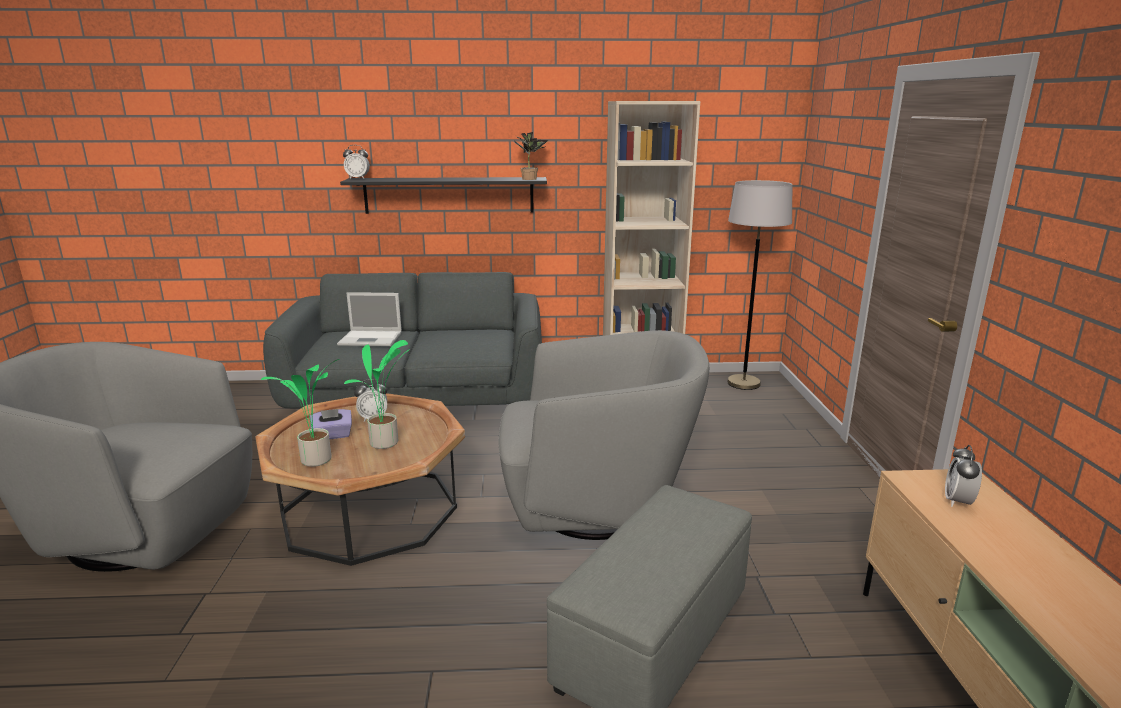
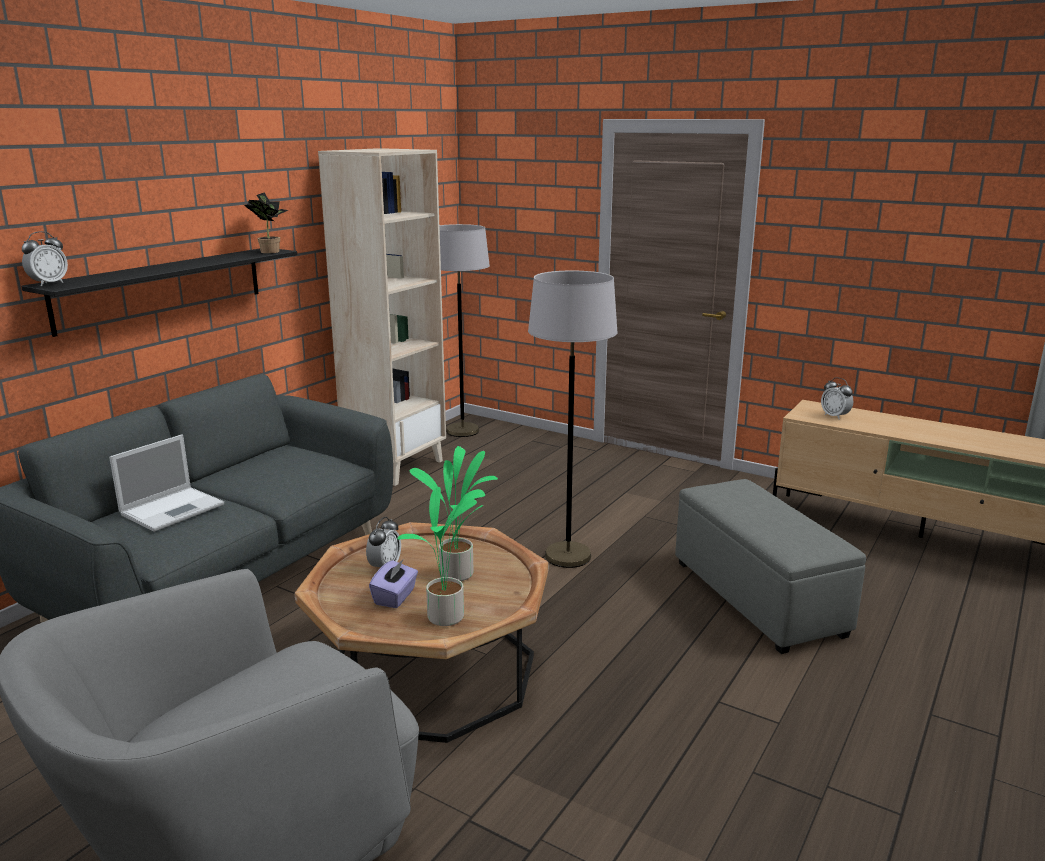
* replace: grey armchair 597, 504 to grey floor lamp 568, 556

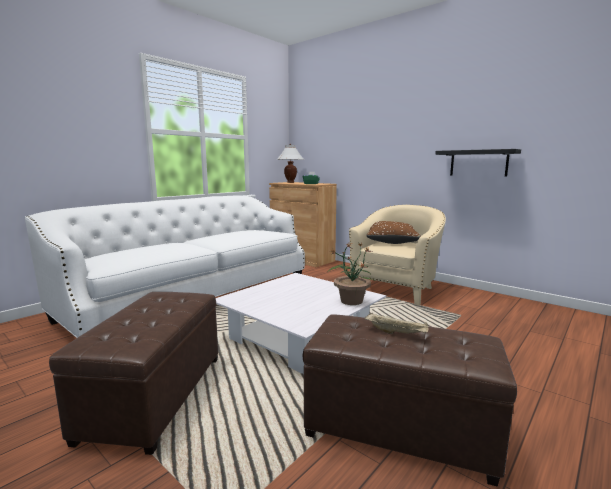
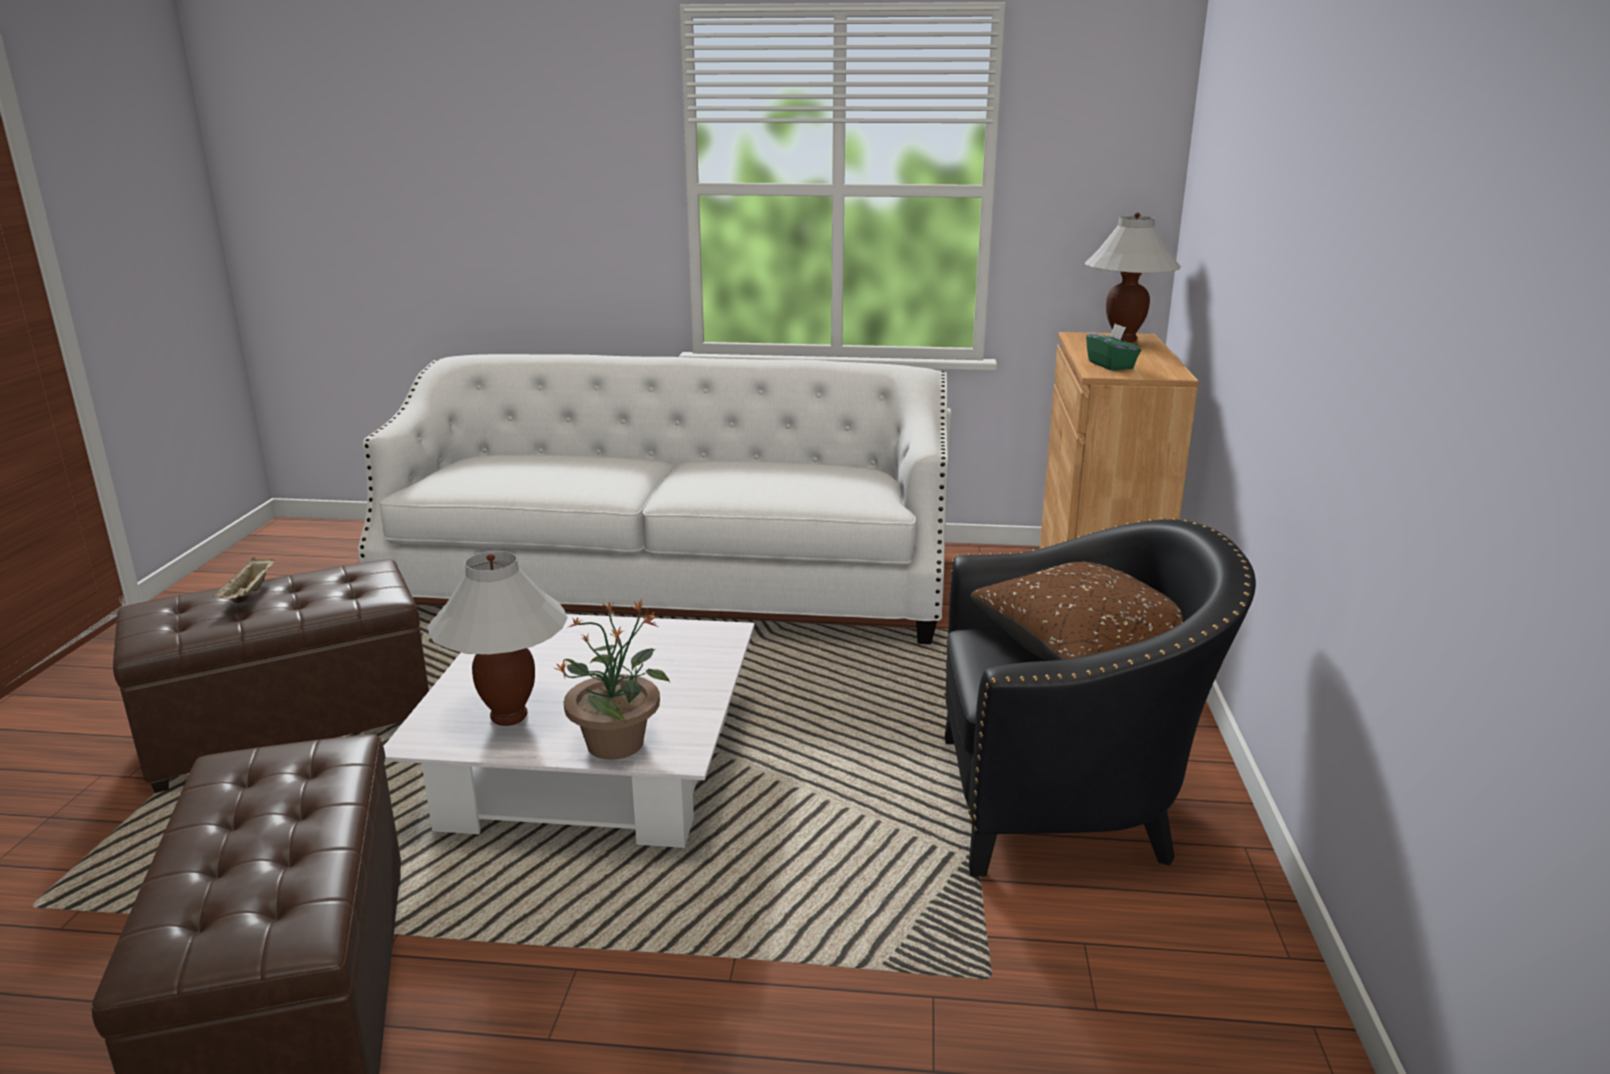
* delete: black shelf 478, 163
* recolor: beige armchair 397, 289 to black armchair 1067, 803
* move: beige tray 397, 333 to 249, 593
* insert: white table lamp 509, 717

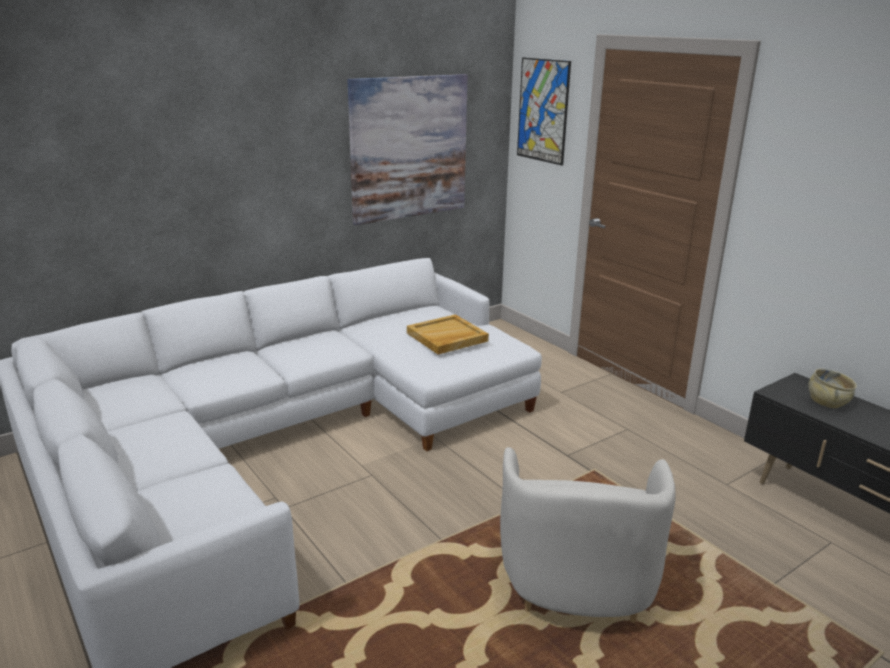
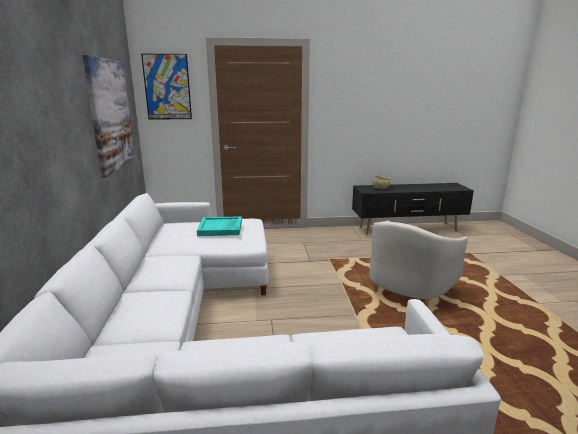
* recolor: beige tray 446, 337 to turquoise tray 221, 228
* rotate: white armchair 577, 583 = 408, 290 90 degrees clockwise

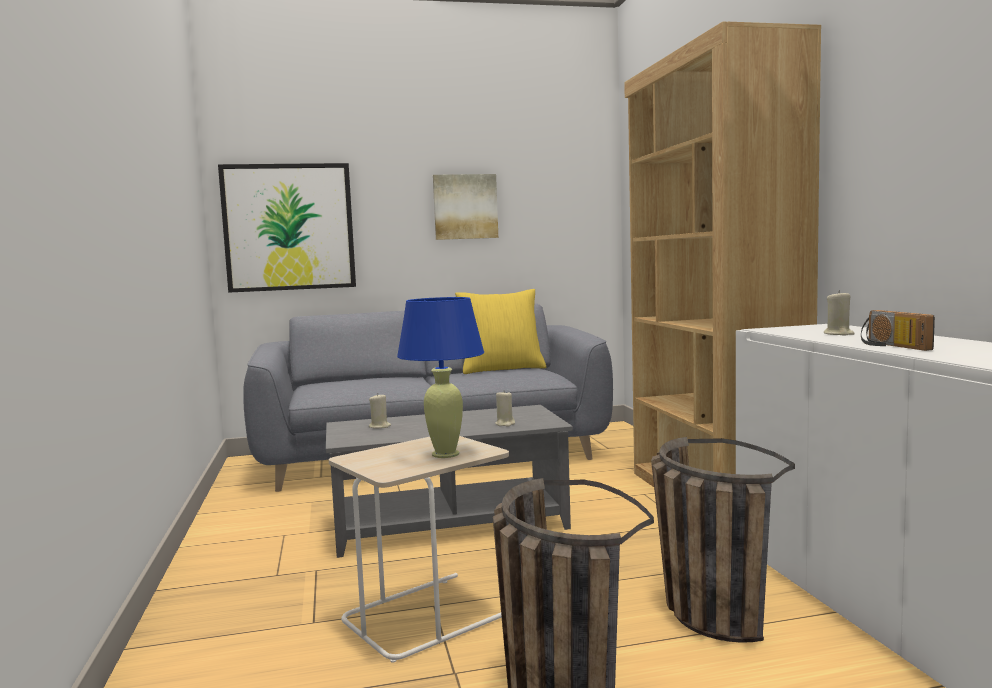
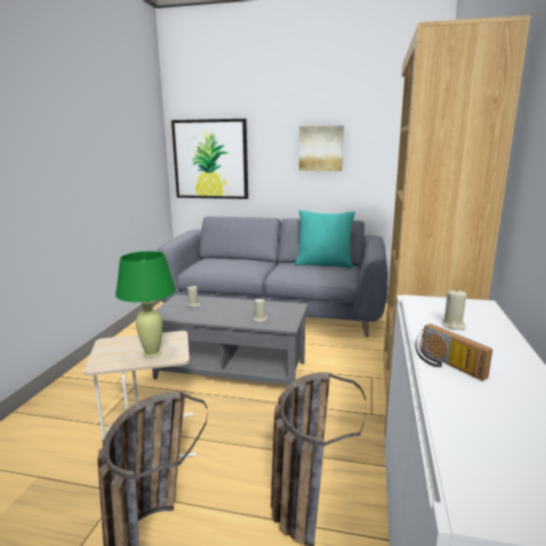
* recolor: yellow pillow 502, 369 to turquoise pillow 324, 264
* recolor: blue table lamp 445, 454 to green table lamp 152, 353
* rotate: radio 891, 346 = 446, 365 45 degrees counterclockwise

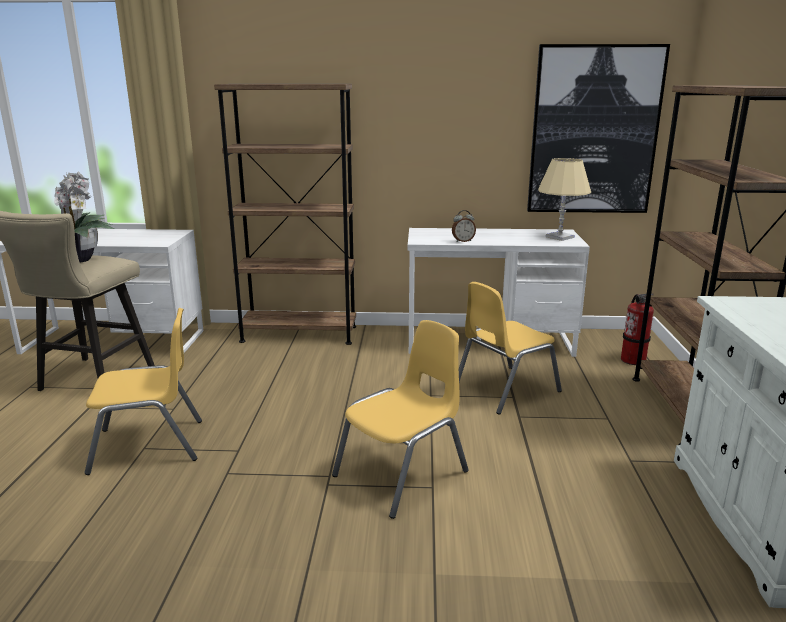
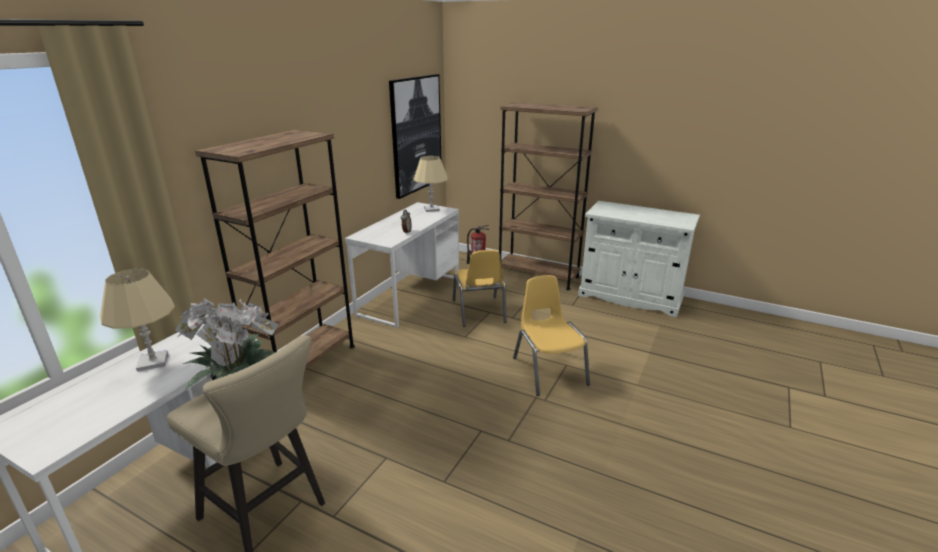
* delete: yellow chair 148, 446
* insert: beige table lamp 153, 362

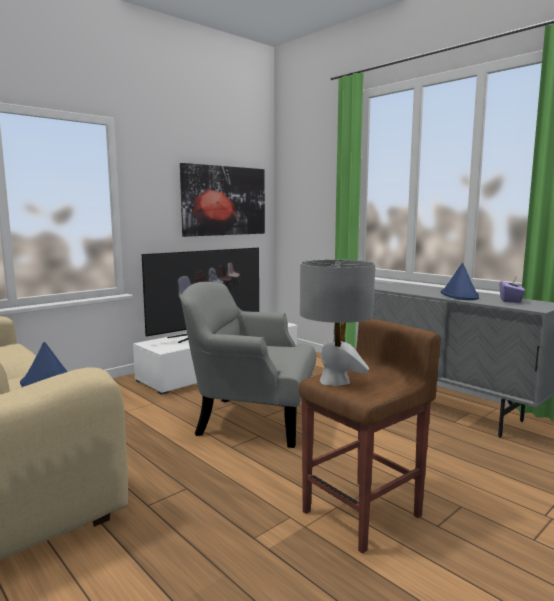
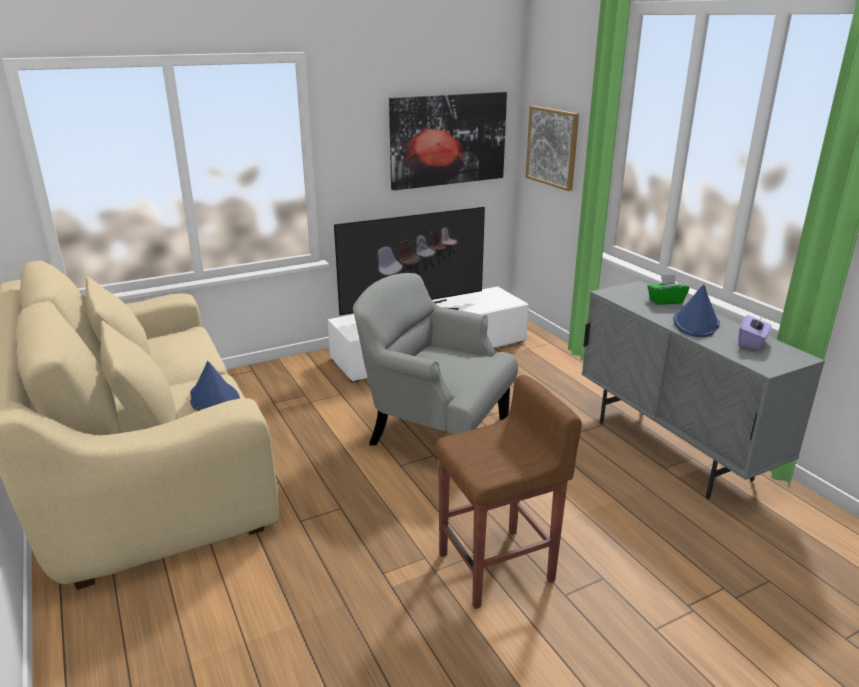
* delete: grey table lamp 334, 381
* insert: picture 552, 147
* insert: green tissue box 665, 301

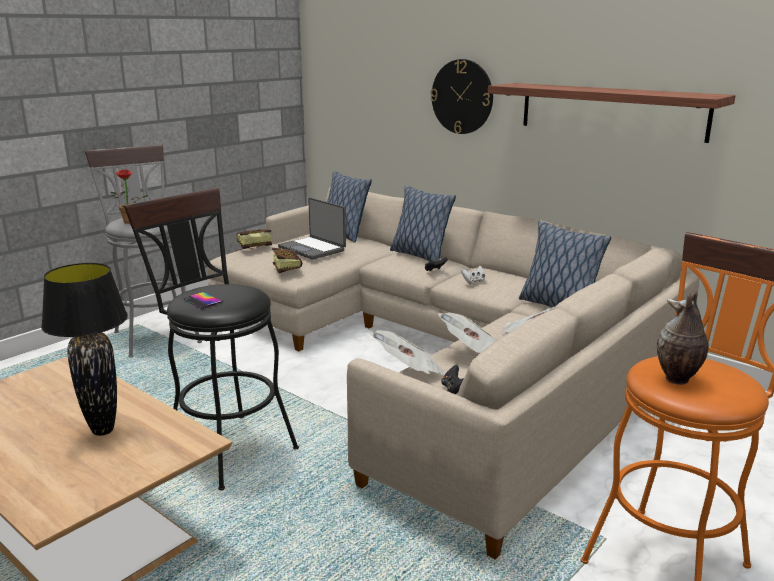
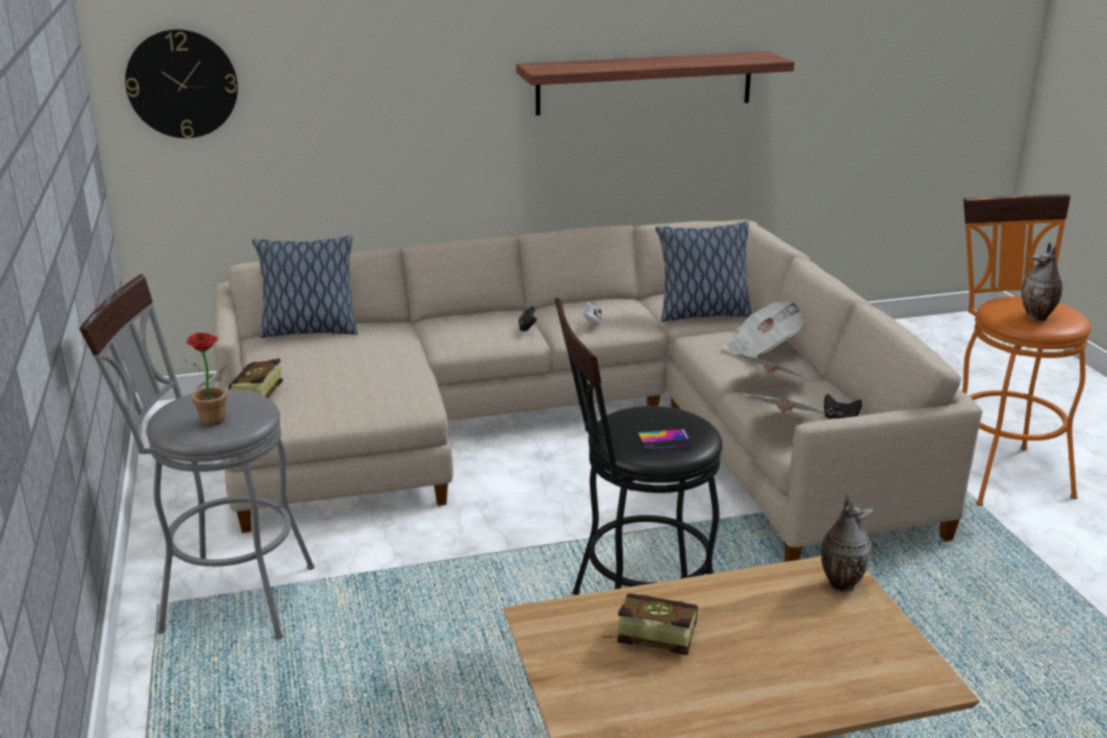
* move: wall clock 462, 97 to 182, 84
* delete: pillow 419, 255
* delete: laptop 313, 249
* move: book 286, 269 to 647, 637
* delete: black table lamp 103, 430
* insert: vase 840, 583

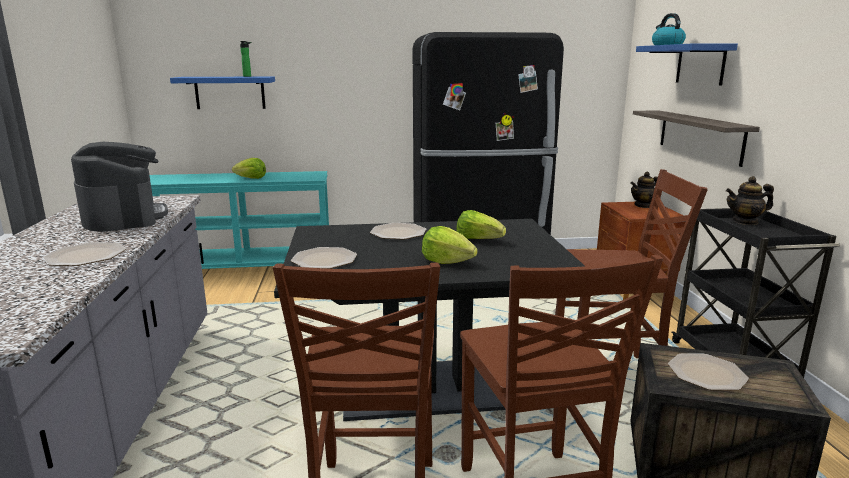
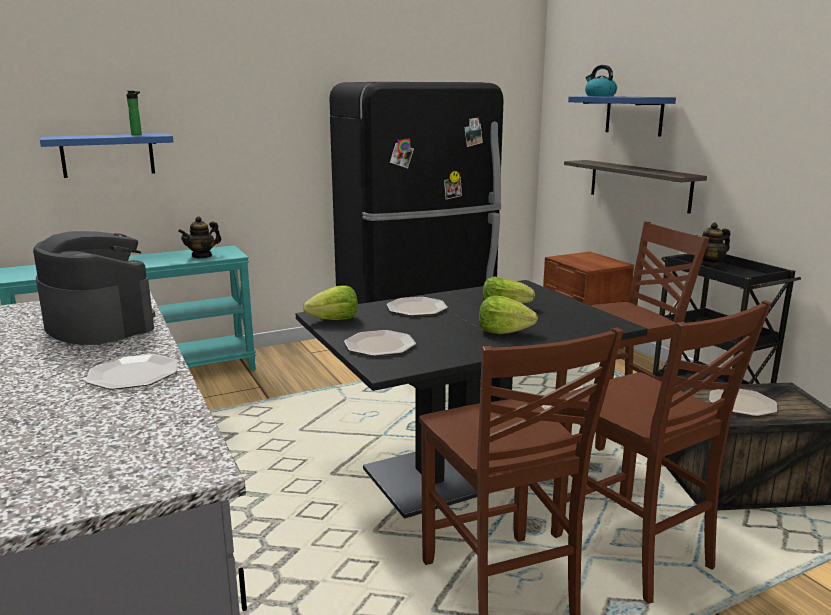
* move: lettuce 251, 178 to 334, 320
* move: teapot 643, 205 to 202, 256

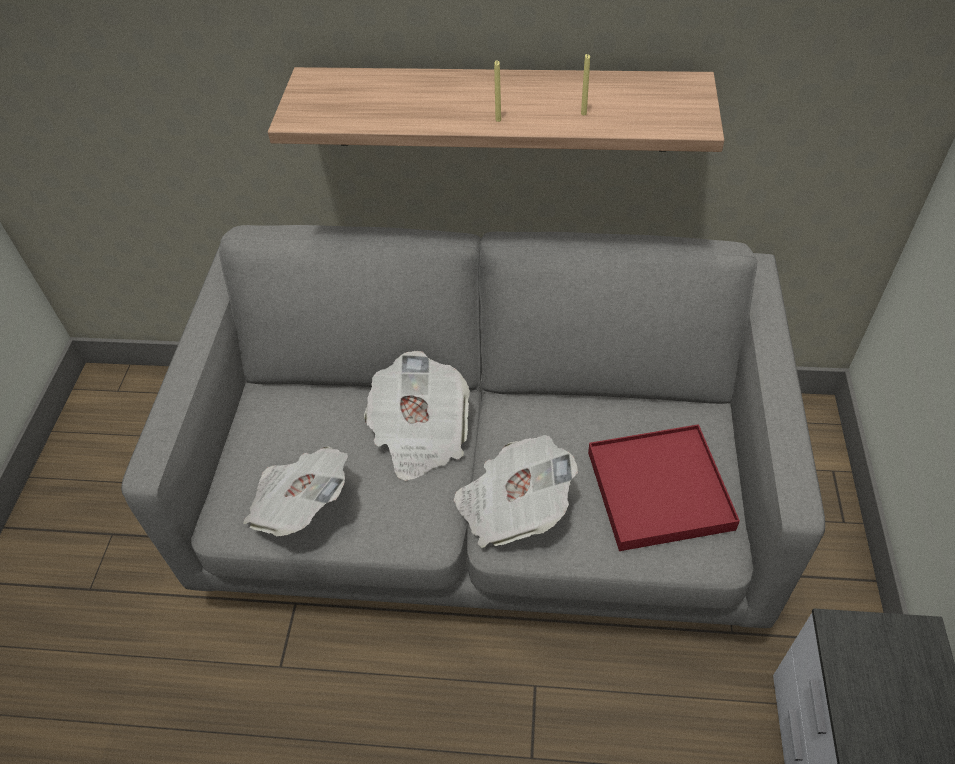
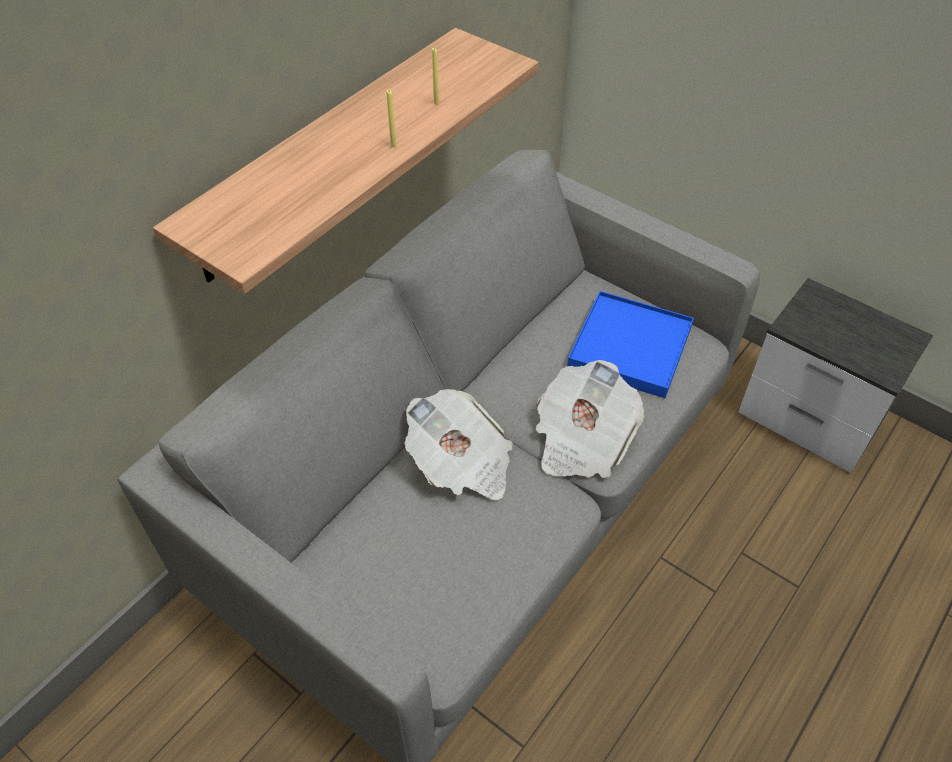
* recolor: red tray 659, 490 to blue tray 630, 348
* delete: newspaper 300, 504

